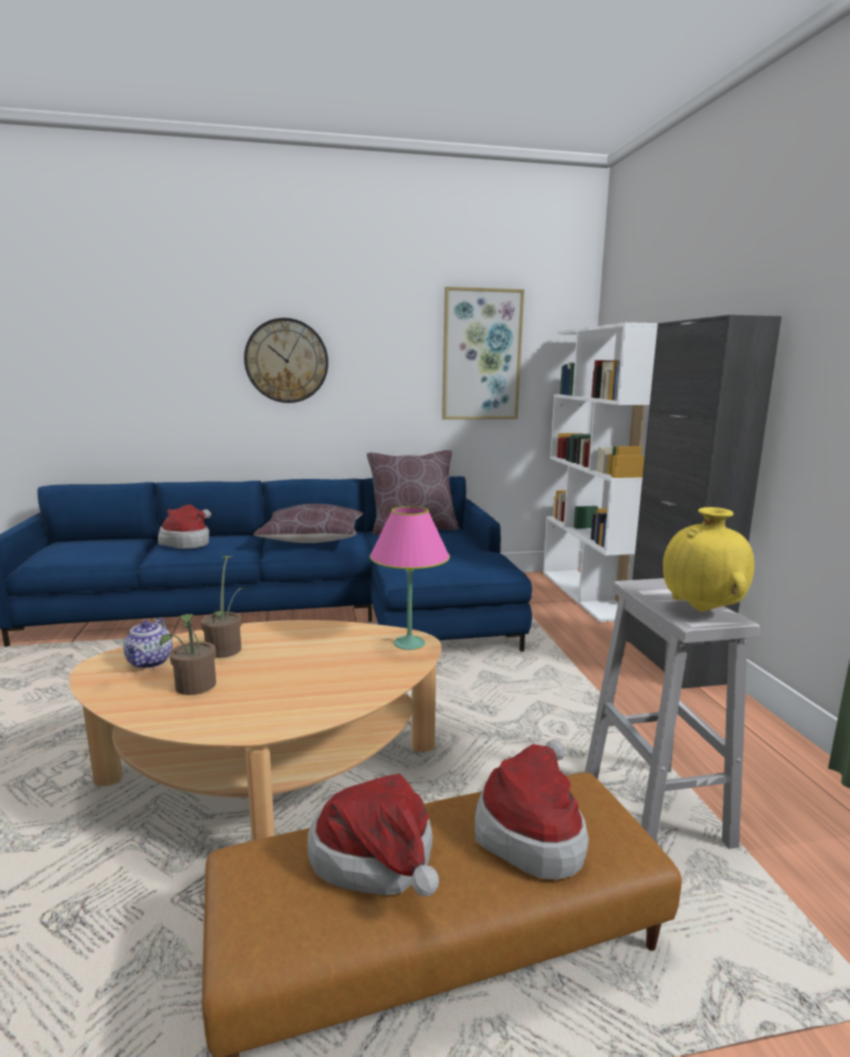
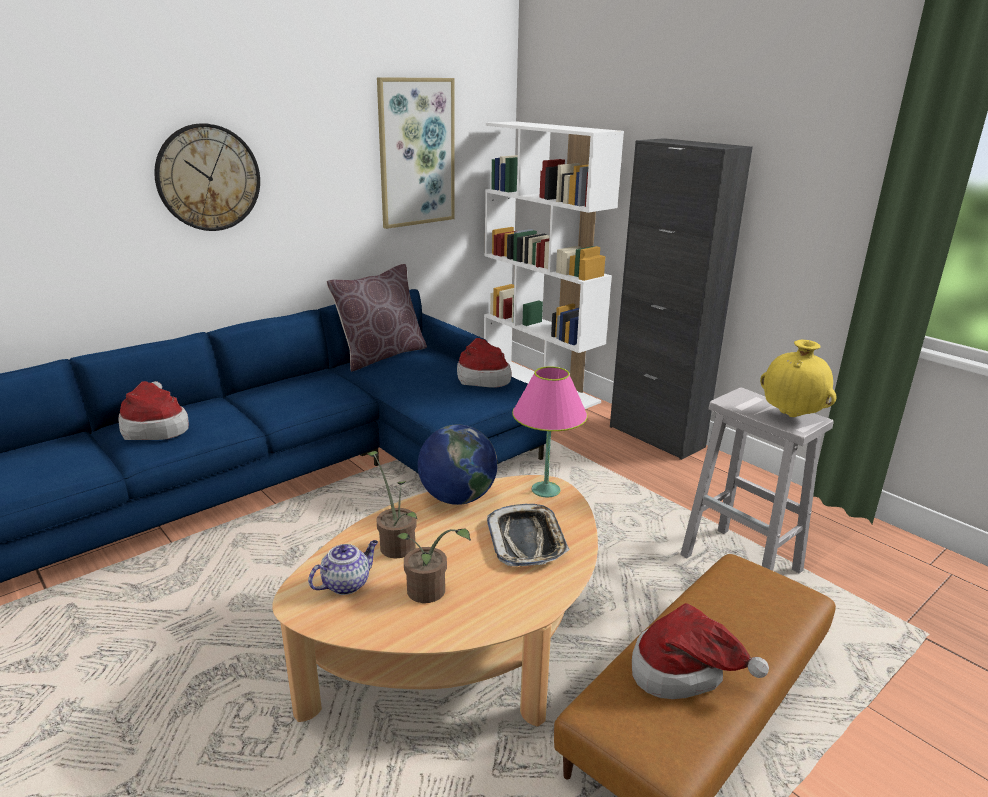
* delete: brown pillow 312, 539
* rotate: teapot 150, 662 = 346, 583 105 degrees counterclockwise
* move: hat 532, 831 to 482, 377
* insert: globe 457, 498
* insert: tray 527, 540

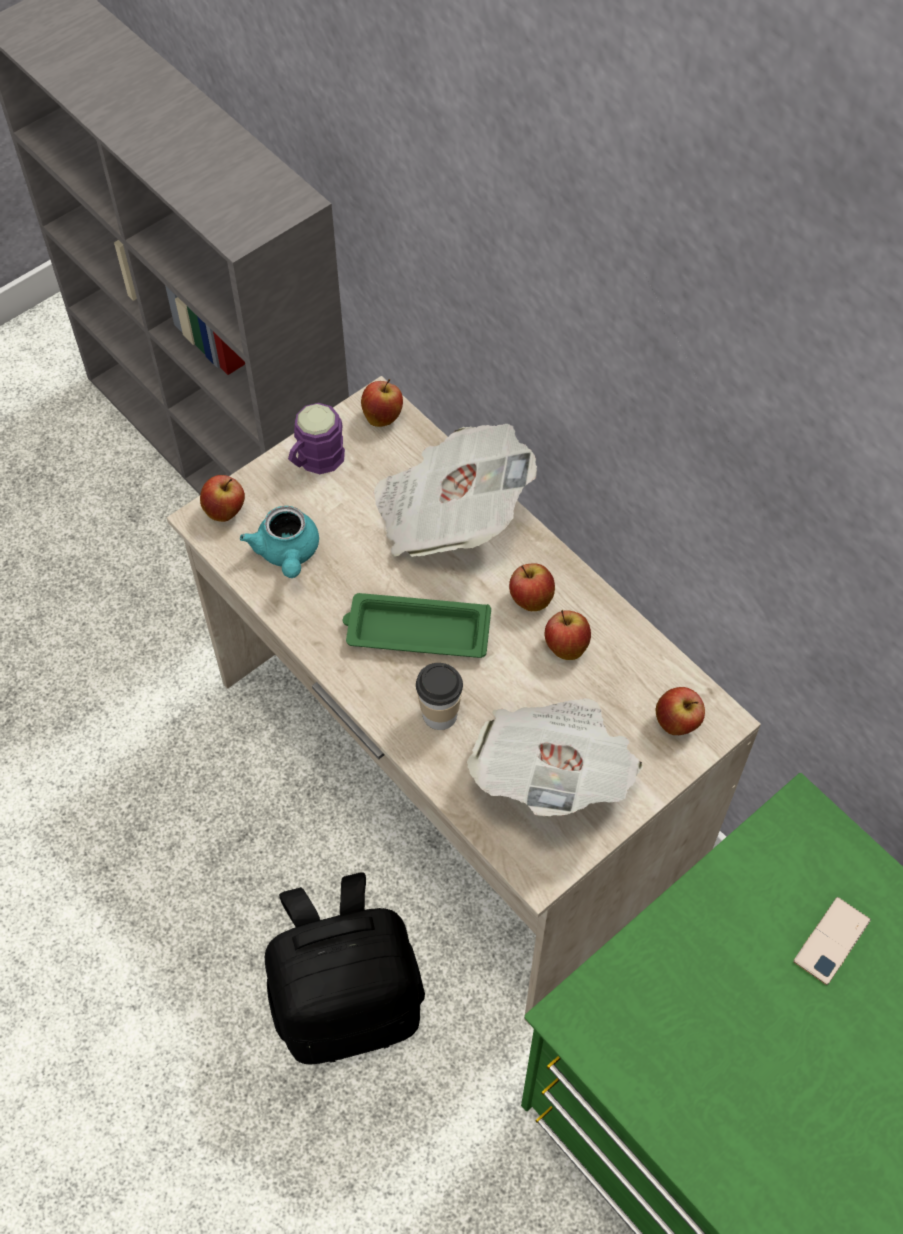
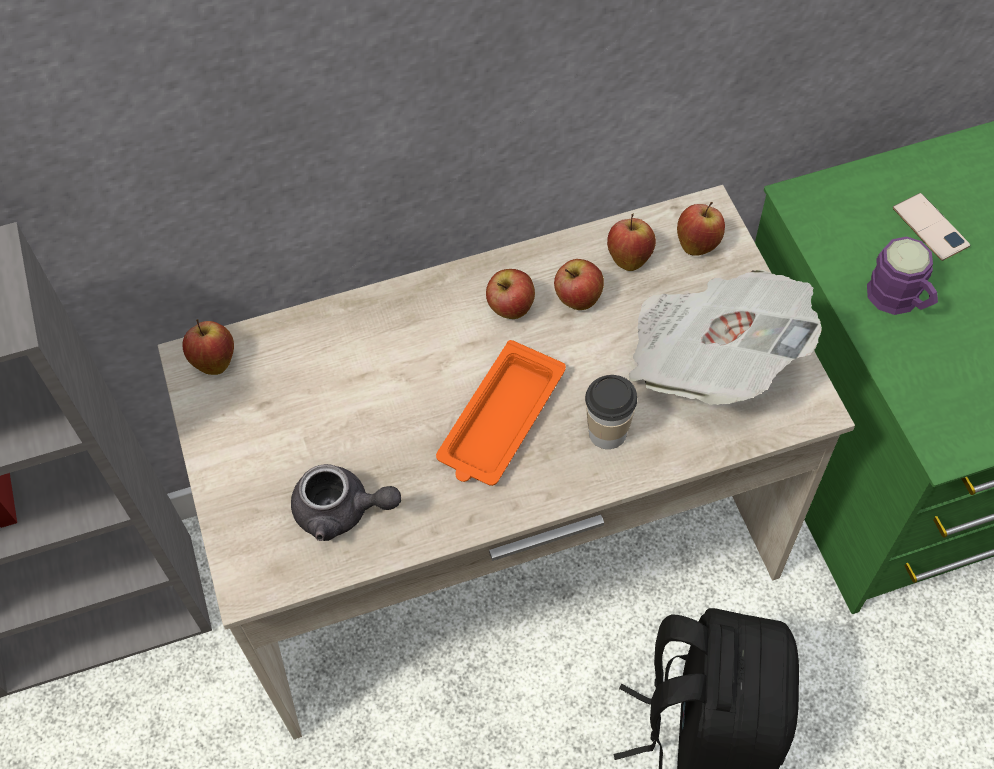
* move: purple mug 315, 461 to 900, 300
* delete: newspaper 449, 514
* move: apple 225, 511 to 629, 258
* recolor: turquoise teapot 287, 553 to grey teapot 342, 511
* recolor: green tray 415, 631 to orange tray 500, 421

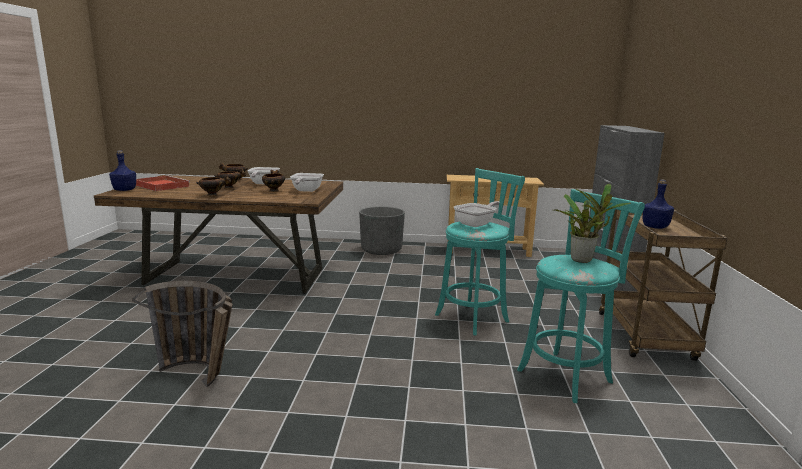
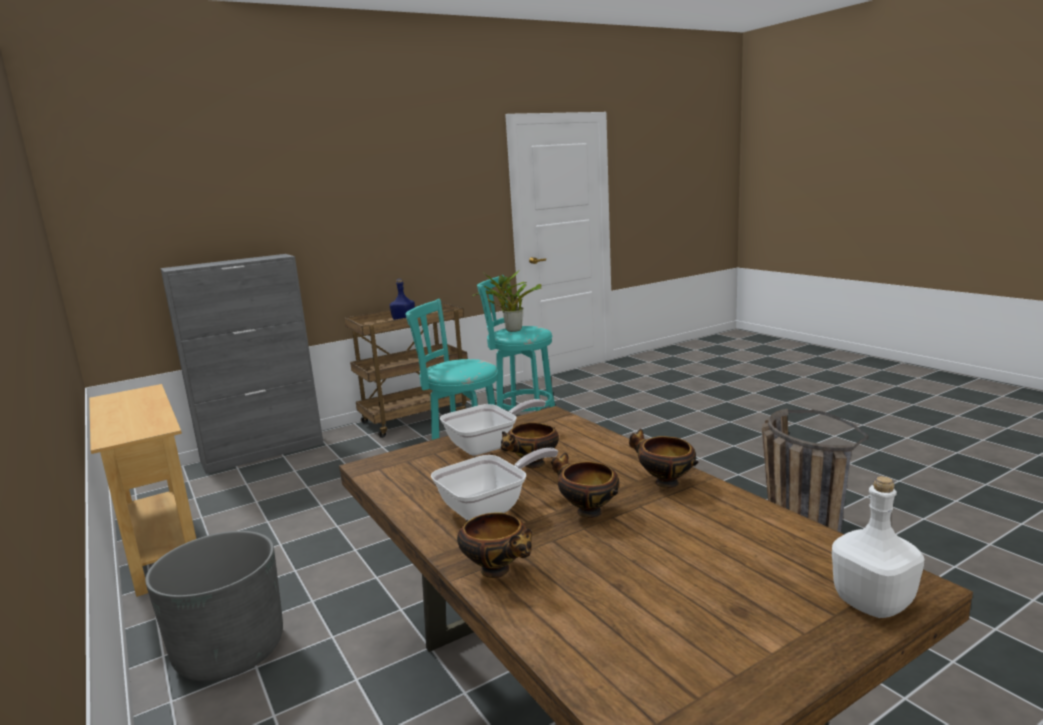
* recolor: blue bottle 125, 190 to white bottle 871, 604
* delete: red tray 161, 185
* delete: frying pan 477, 224

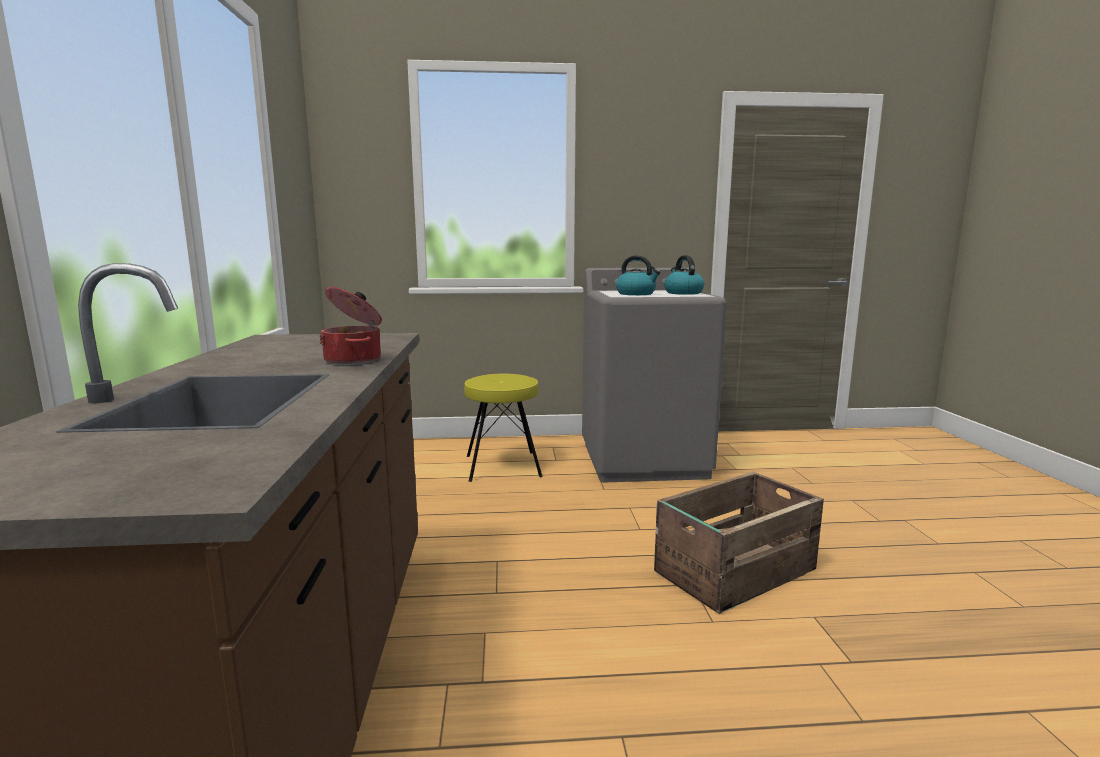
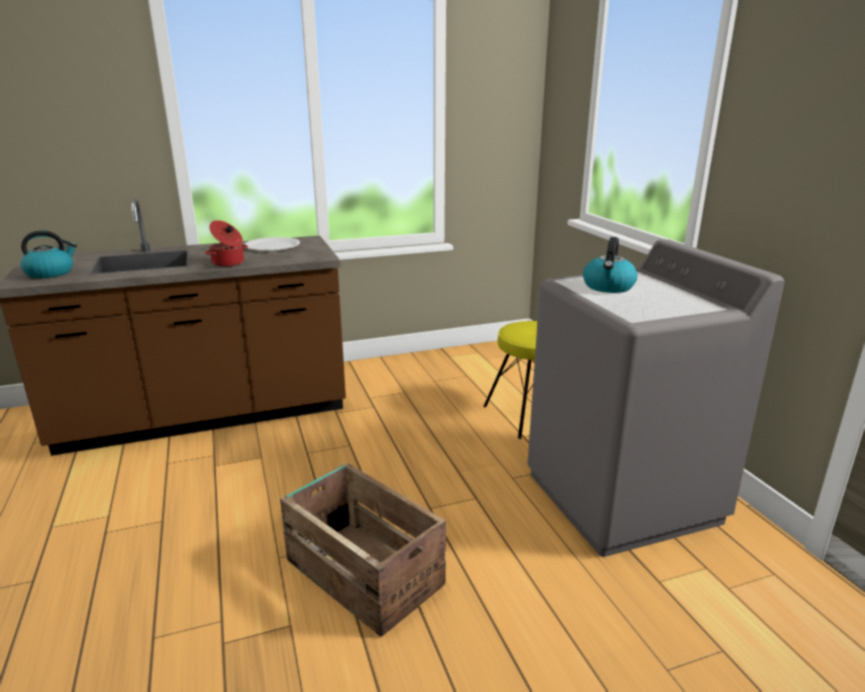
* move: kettle 682, 293 to 51, 273
* insert: white plate 272, 246

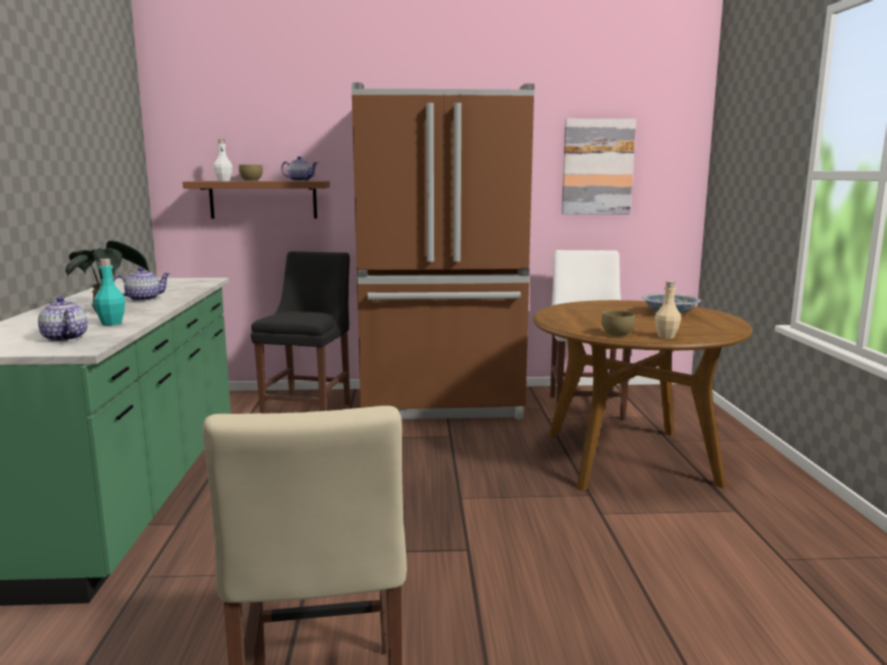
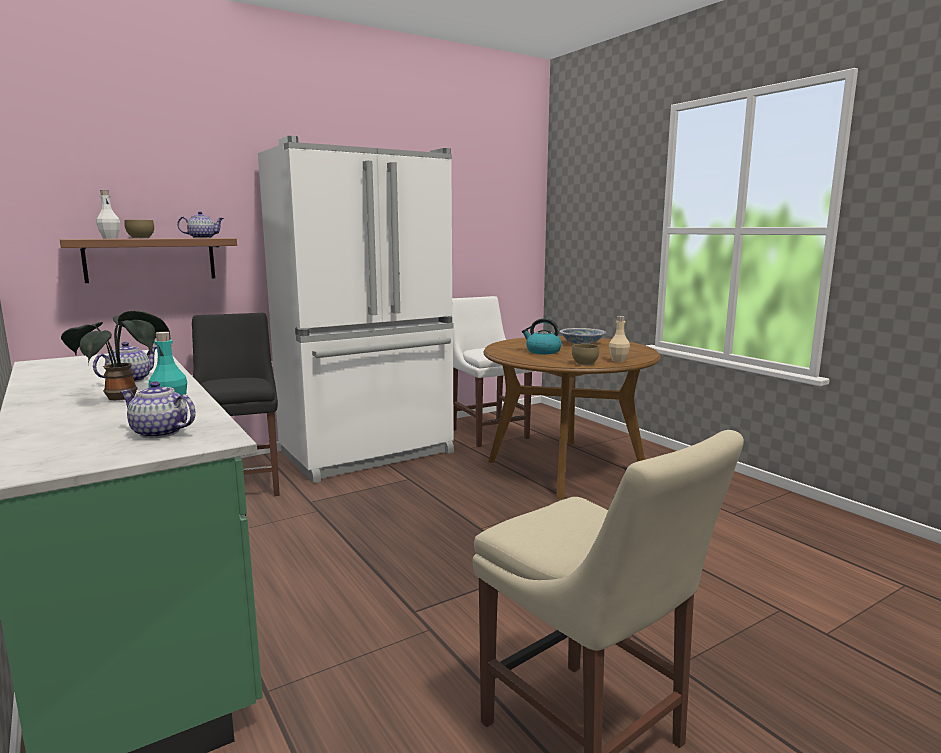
* recolor: brown fridge 442, 405 to white fridge 369, 453
* delete: picture 597, 167
* insert: kettle 542, 351

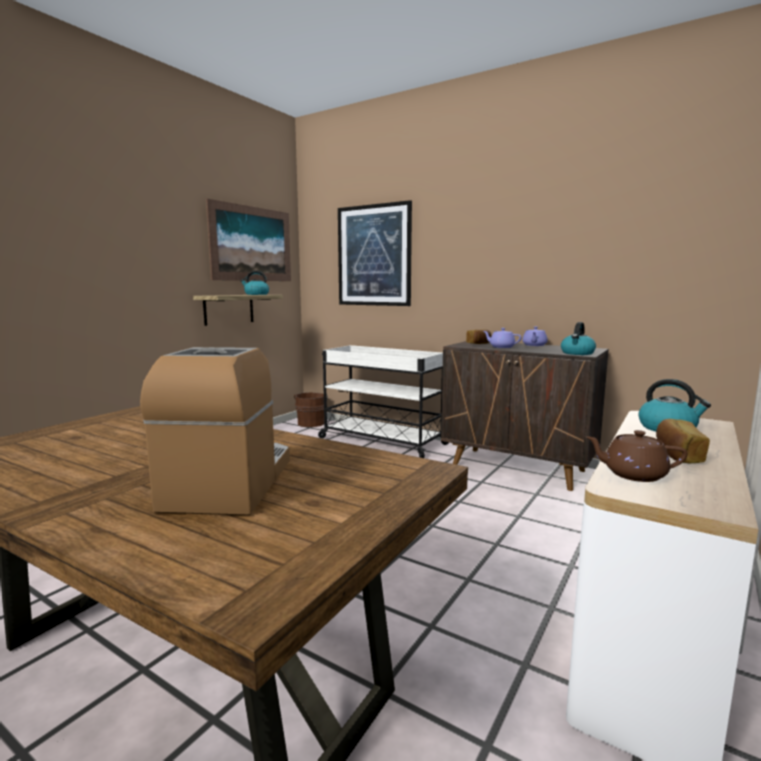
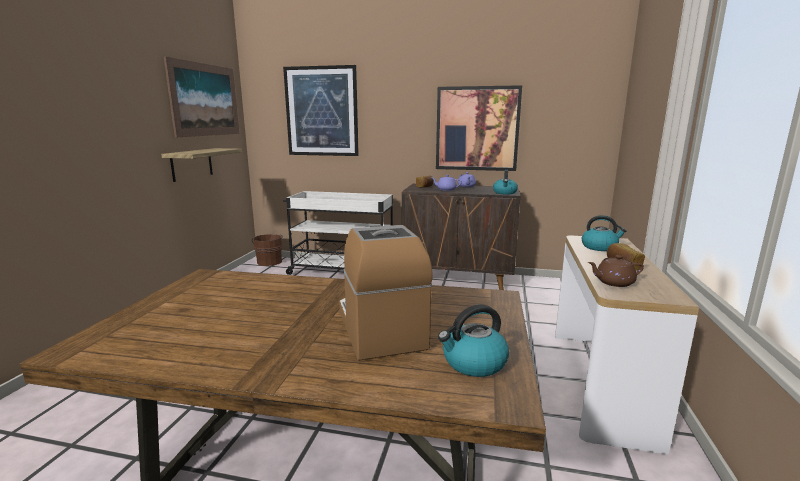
* move: kettle 256, 294 to 473, 363
* insert: picture 477, 129

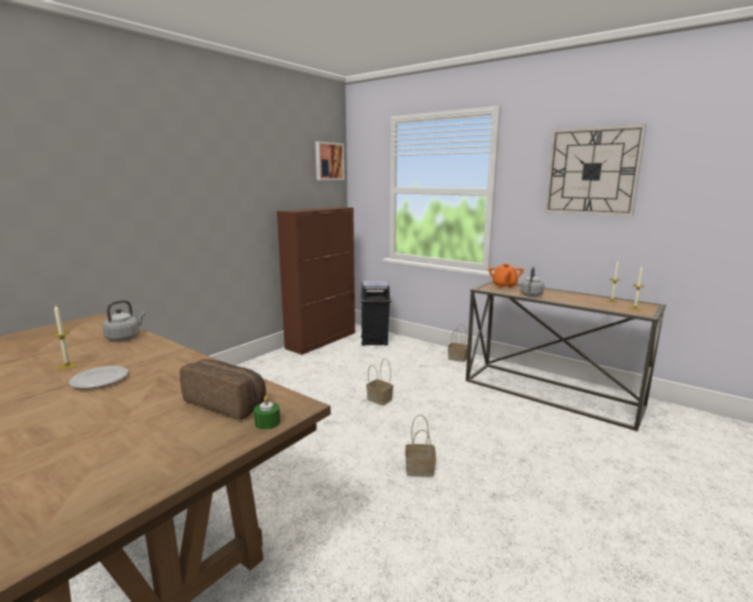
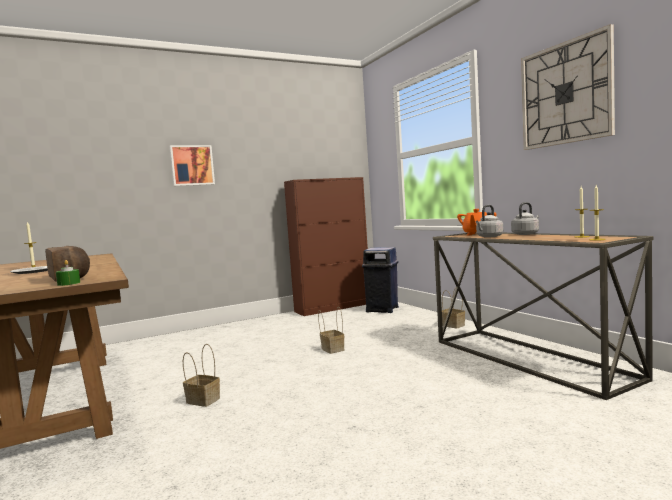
* move: picture 328, 161 to 192, 165
* move: grey kettle 125, 337 to 526, 234
* move: basket 418, 470 to 202, 400

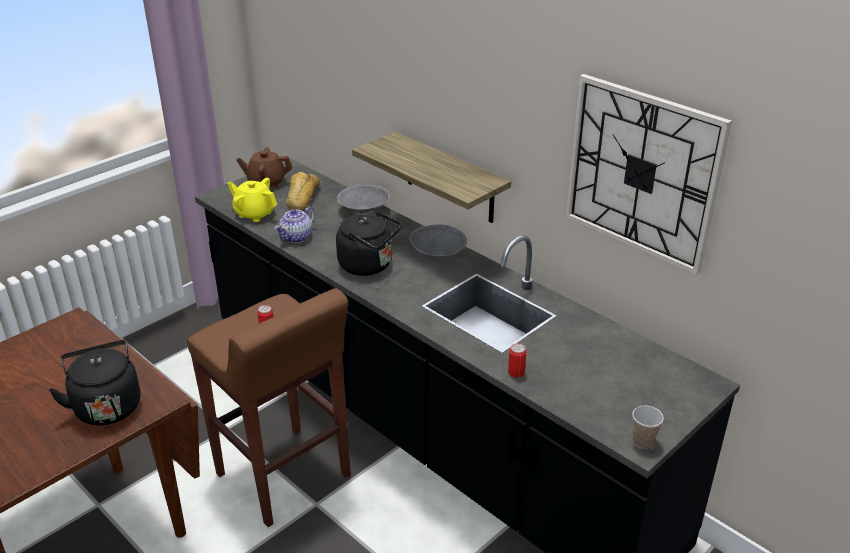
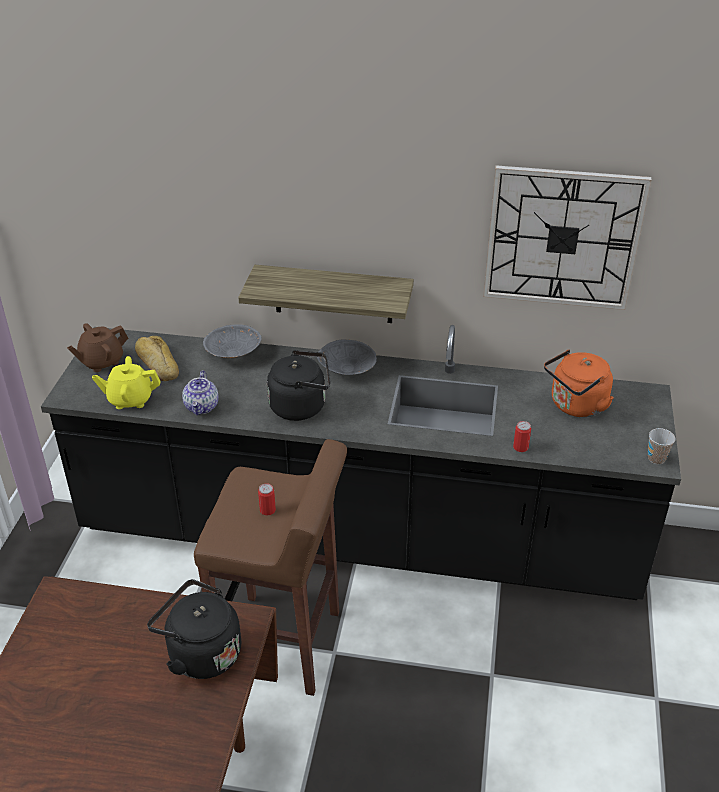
* insert: orange kettle 575, 406

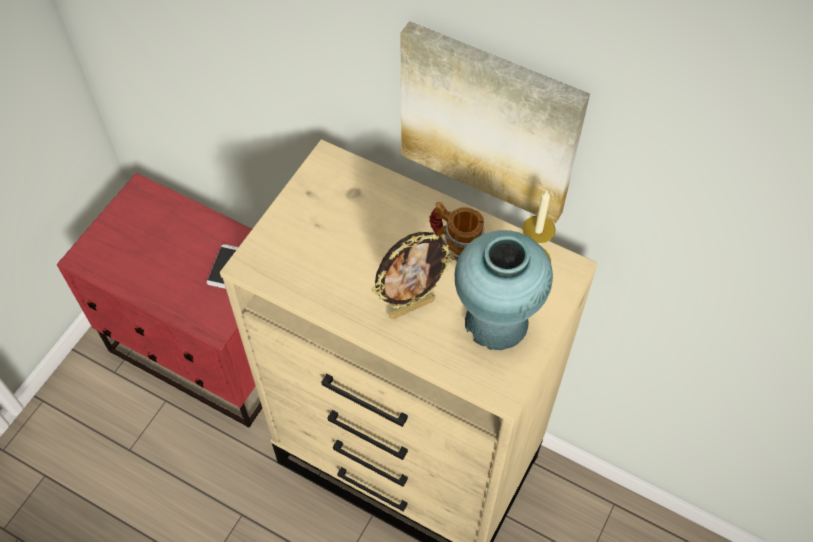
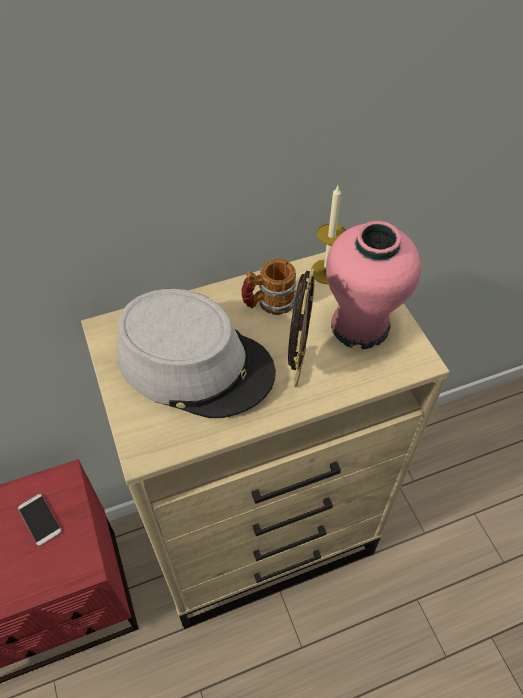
* delete: picture 490, 121
* recolor: turquoise vase 496, 323 to pink vase 360, 326
* insert: grey hat 195, 364

